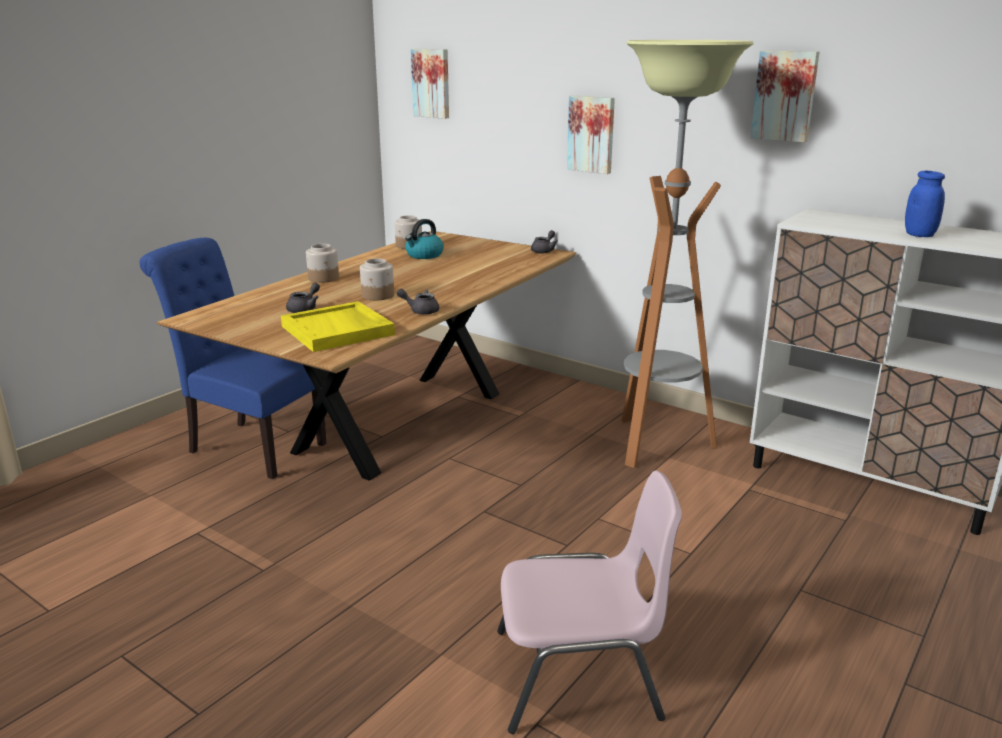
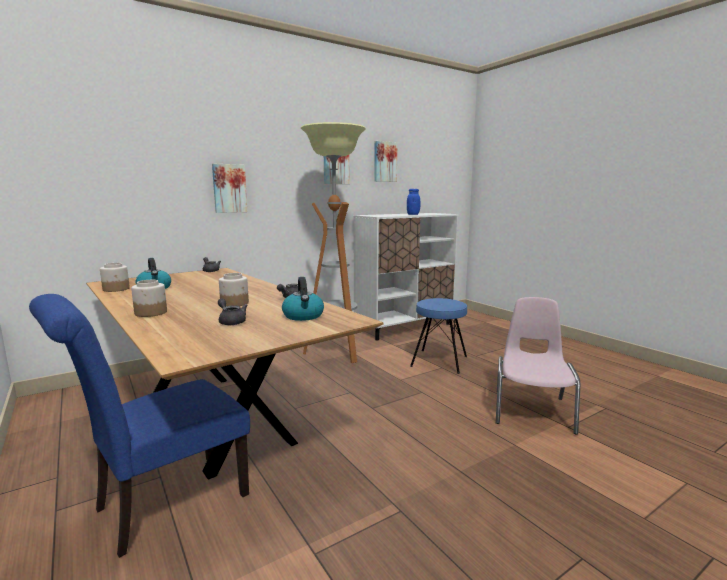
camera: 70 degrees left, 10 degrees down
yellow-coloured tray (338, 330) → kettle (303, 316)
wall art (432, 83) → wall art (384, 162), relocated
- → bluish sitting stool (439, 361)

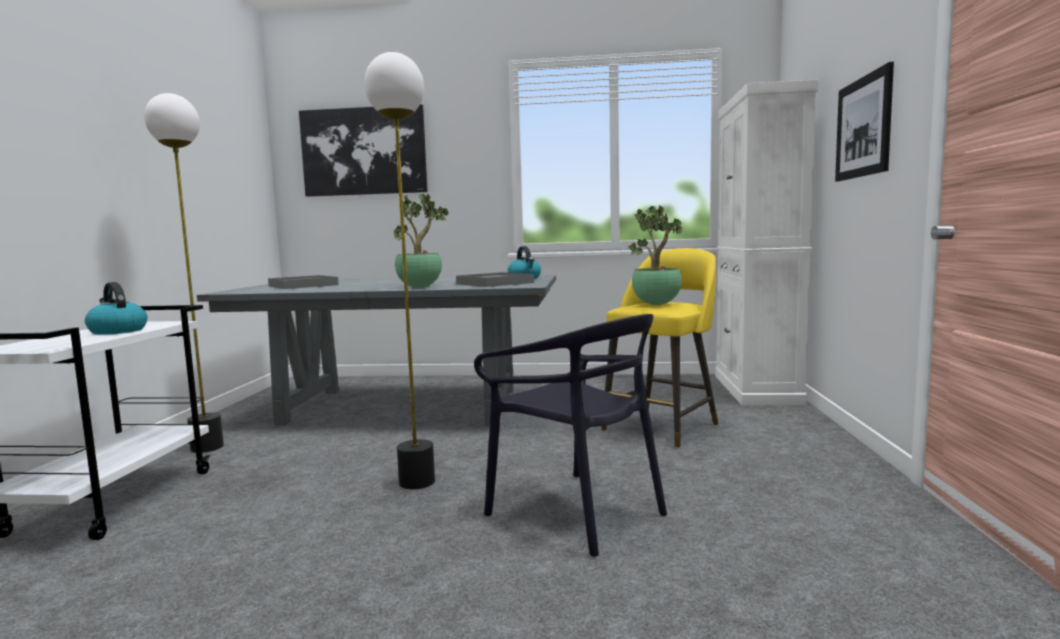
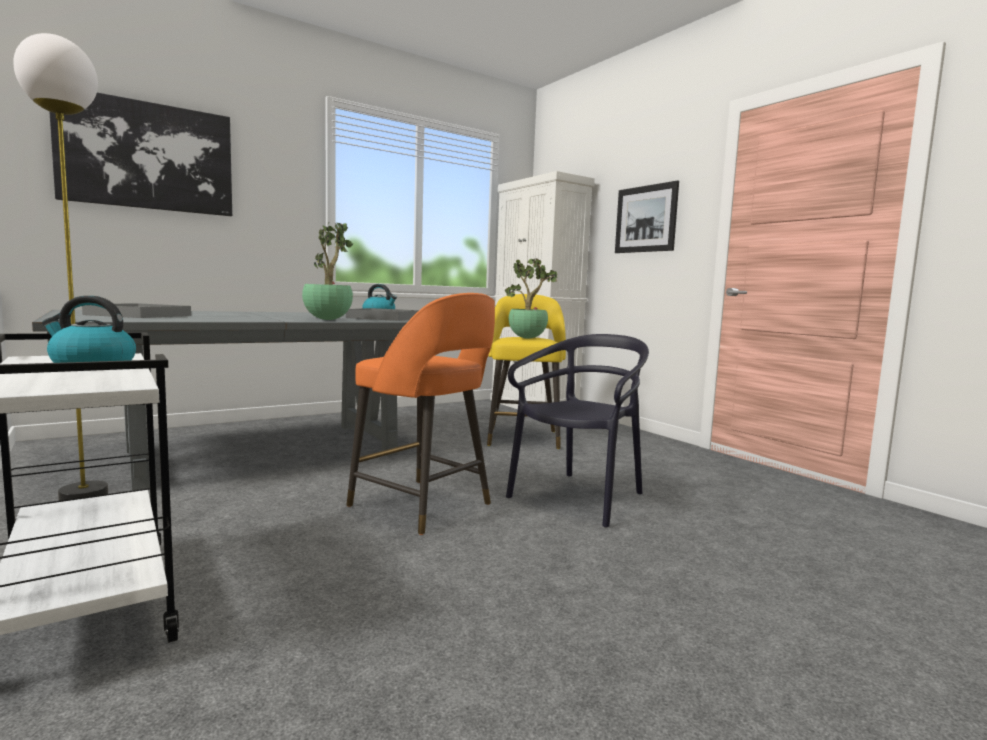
camera: 40 degrees left, 0 degrees up
standard lamp (416, 482) → orangey sitting stool (423, 506)
black chair (576, 512) → black chair (579, 498), 60 degrees counterclockwise

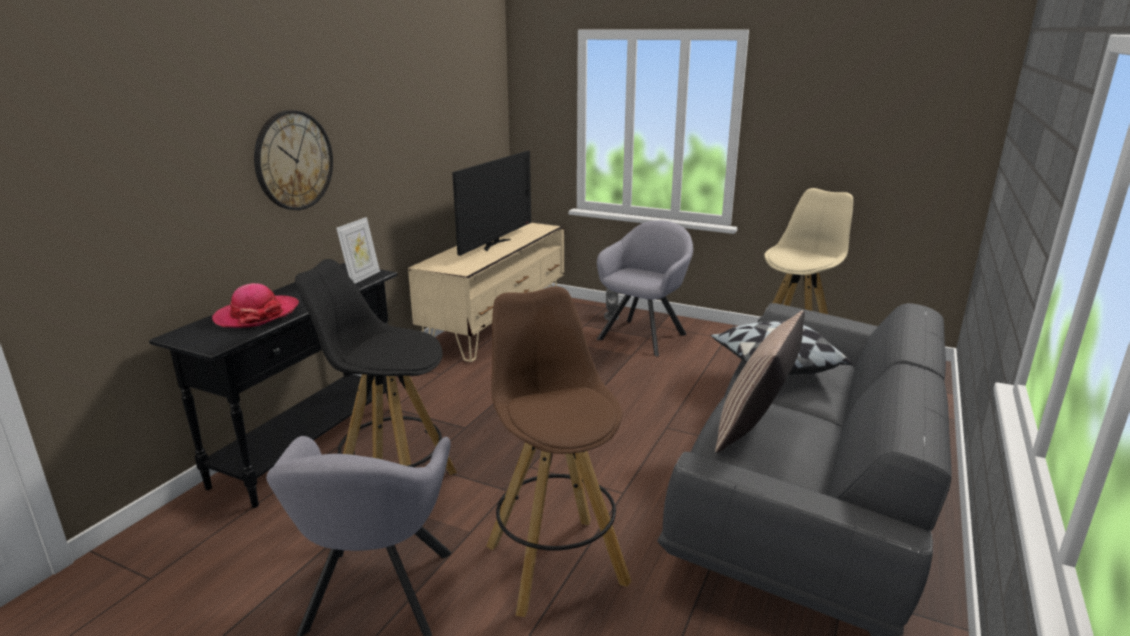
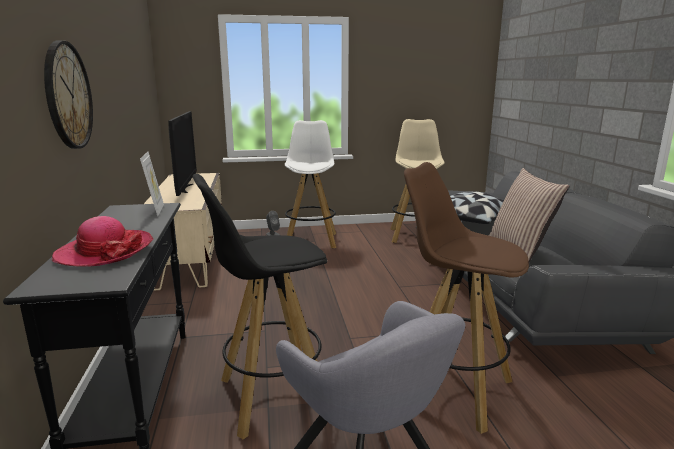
camera: 35 degrees left, 5 degrees down
gray easy chair (645, 335) → whitish sitting stool (311, 240)

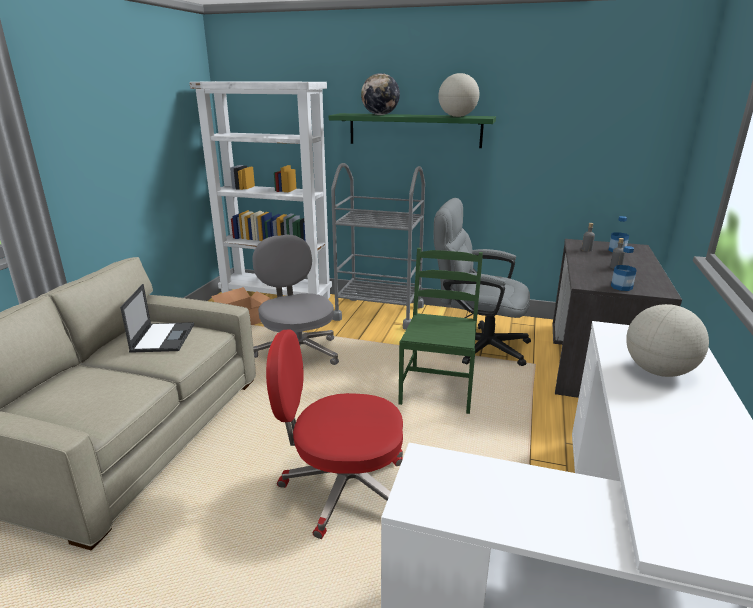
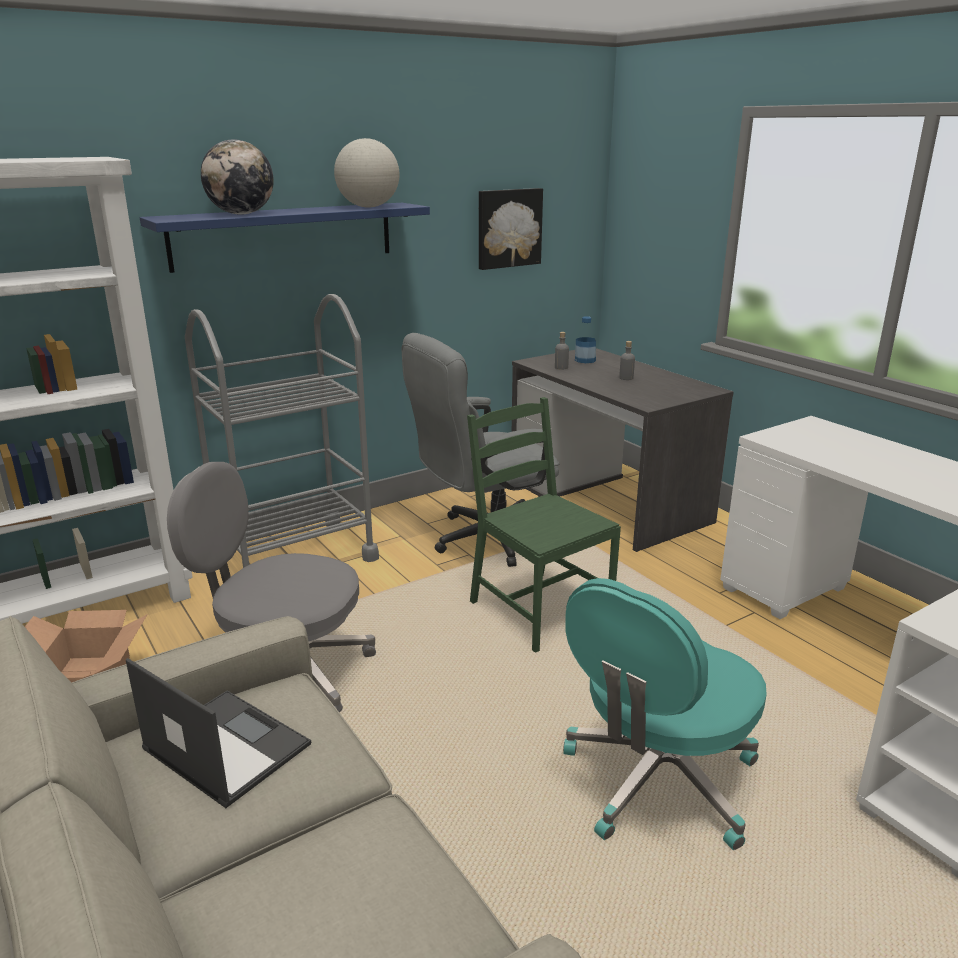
camera: 50 degrees left, 0 degrees up
red-coloured desk chair (342, 488) → turquoise-coloured desk chair (658, 781)
greenish wall shelf (414, 130) → bluish wall shelf (284, 235)
bottle (621, 287) → -
desk globe (658, 371) → -
- → wall art (508, 228)

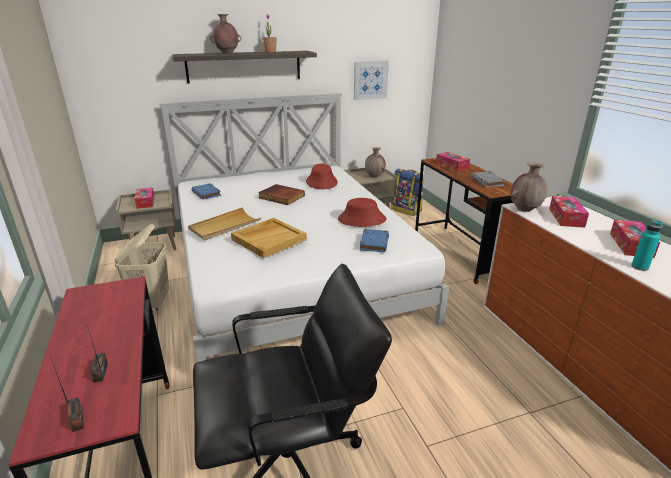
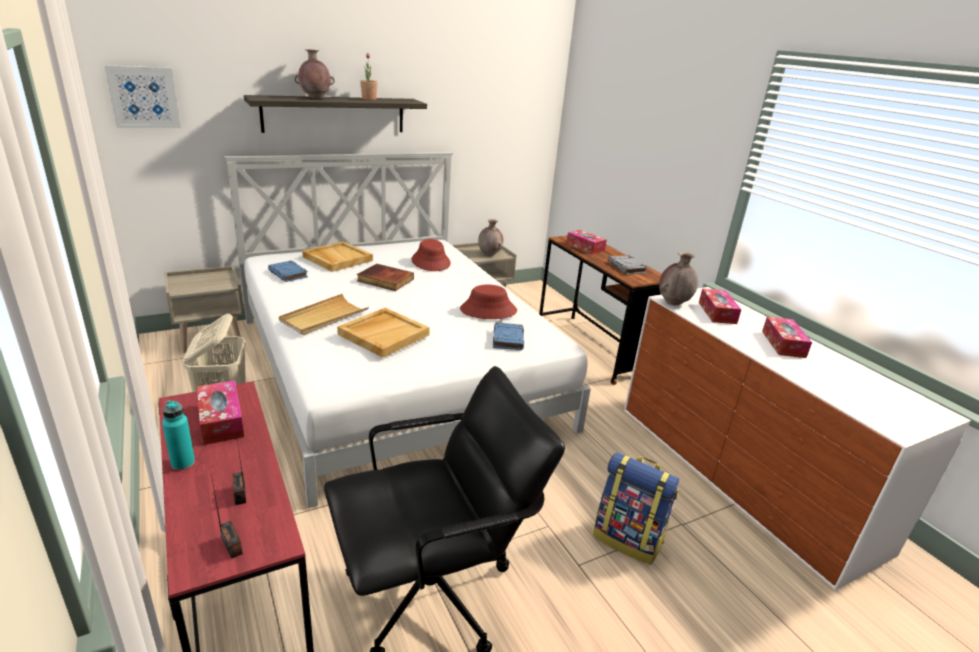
camera: 10 degrees left, 0 degrees up
box of tissues (145, 202) → box of tissues (221, 420), relocated
wall art (370, 80) → wall art (144, 97), relocated
rucksack (406, 210) → rucksack (628, 539), relocated
turquoise-coloured bottle (639, 267) → turquoise-coloured bottle (183, 463), relocated
- → beige-coloured tray (337, 259)

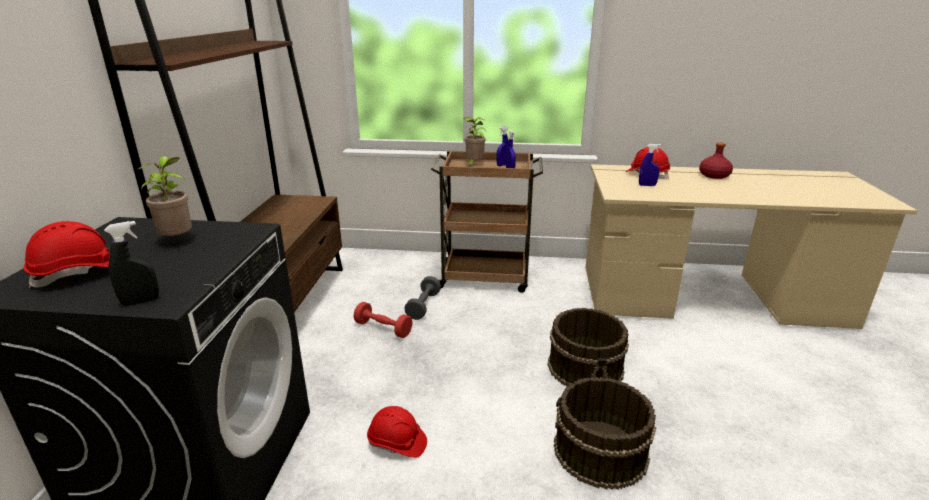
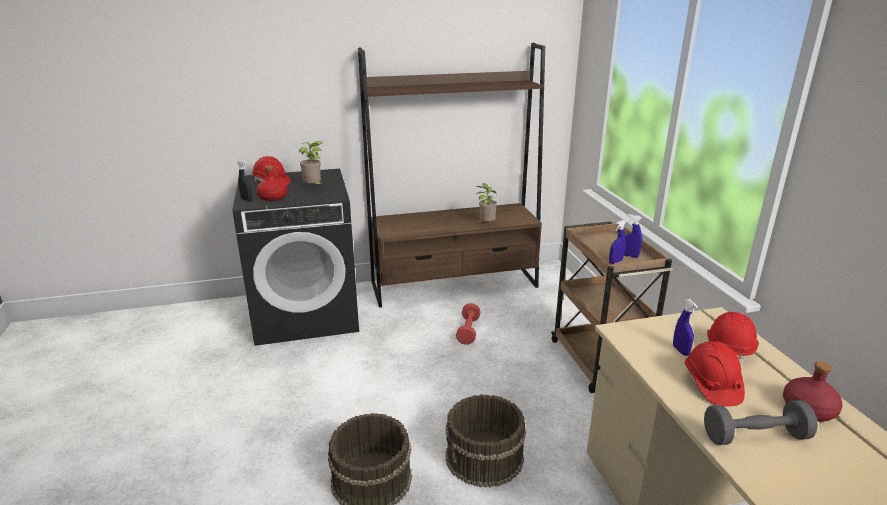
camera: 70 degrees right, 0 degrees up
red-coloured safety helmet (397, 443) → red-coloured safety helmet (711, 385), relocated
gray hand weight (423, 306) → gray hand weight (755, 436), relocated
houseplant (474, 164) → houseplant (486, 224), relocated
- → red-coloured bottle (272, 197)

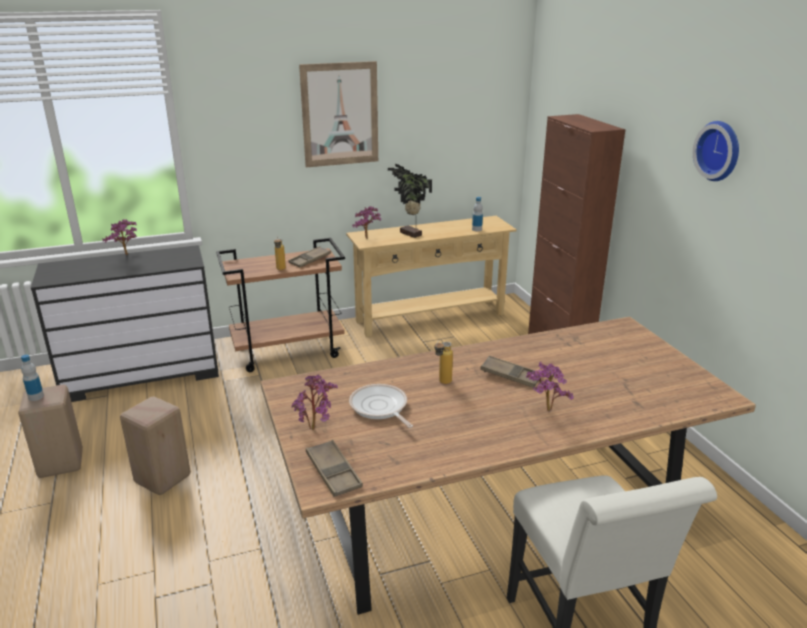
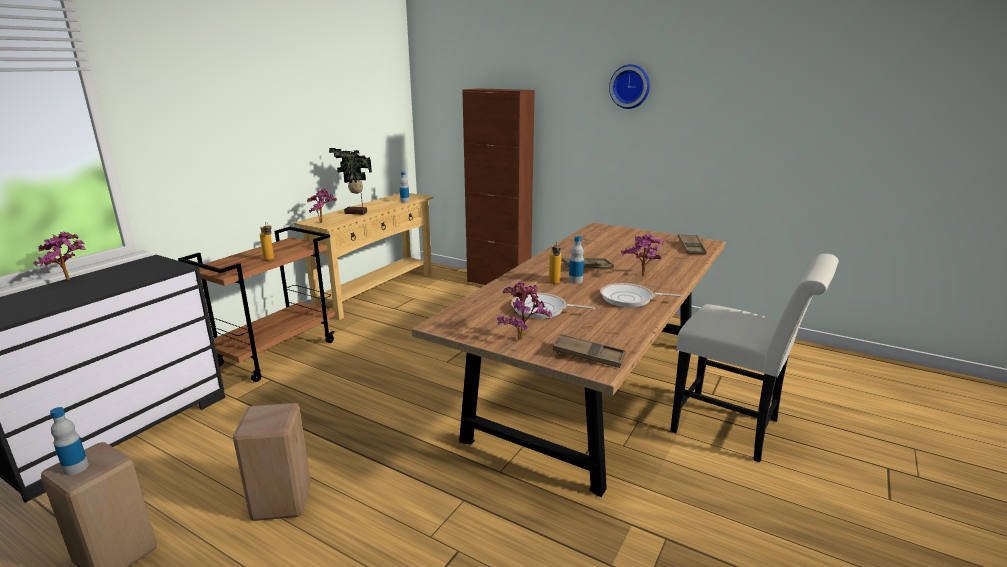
camera: 40 degrees left, 5 degrees down
brown-coloured tray (310, 260) → brown-coloured tray (691, 247), relocated
wall art (340, 114) → -
- → bottle (575, 281)
- → pan (630, 299)

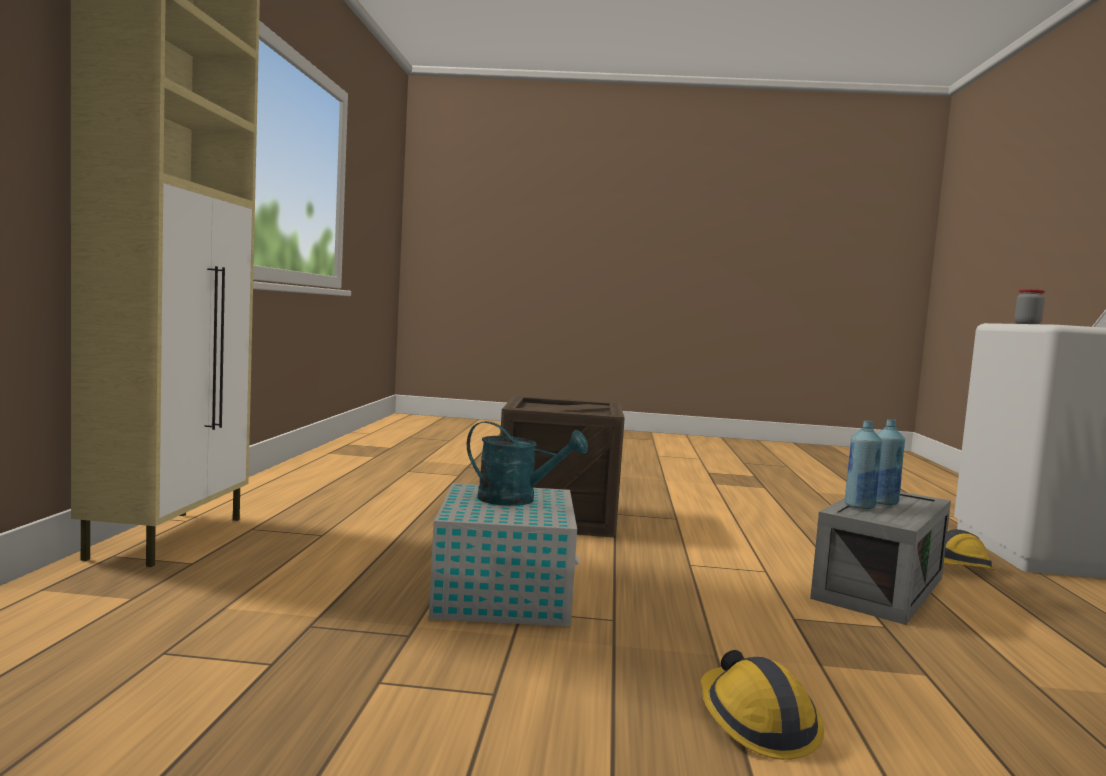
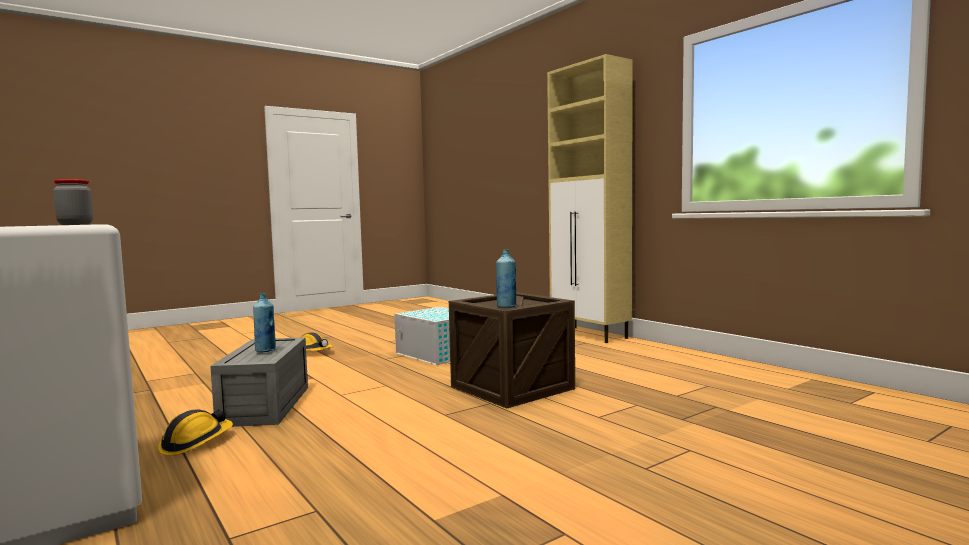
camera: 140 degrees right, 0 degrees up
turquoise-coloured watering can (517, 500) → -
bluish bottle (859, 506) → bluish bottle (506, 307), relocated

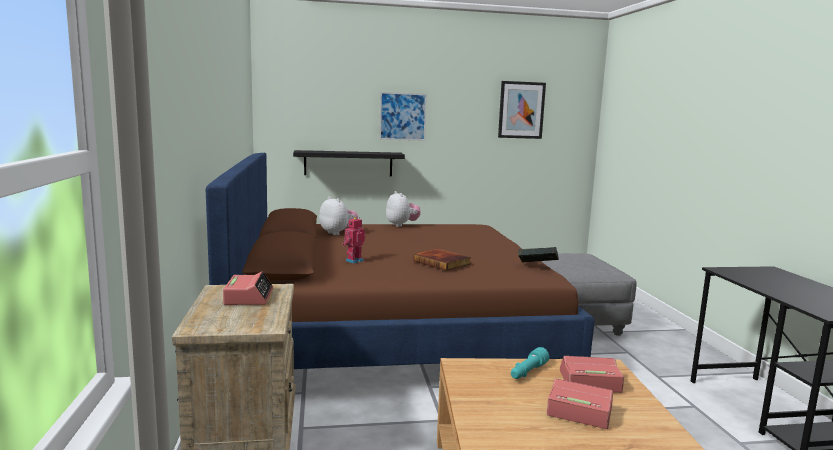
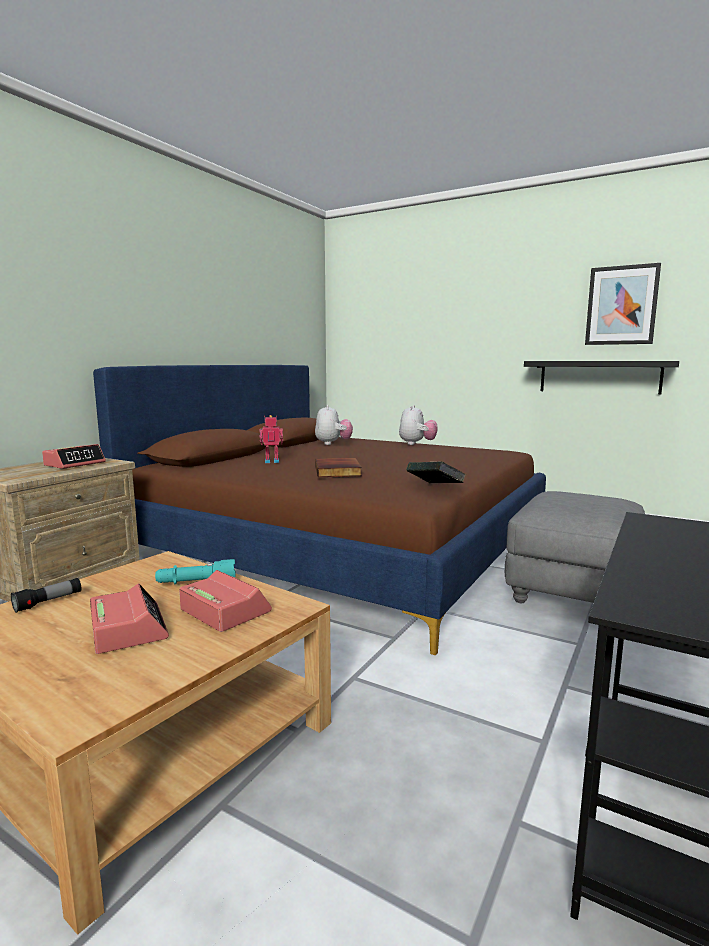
camera: 40 degrees right, 0 degrees up
black wall shelf (348, 163) → black wall shelf (599, 377), relocated
wall art (402, 116) → -
- → torch (48, 602)

